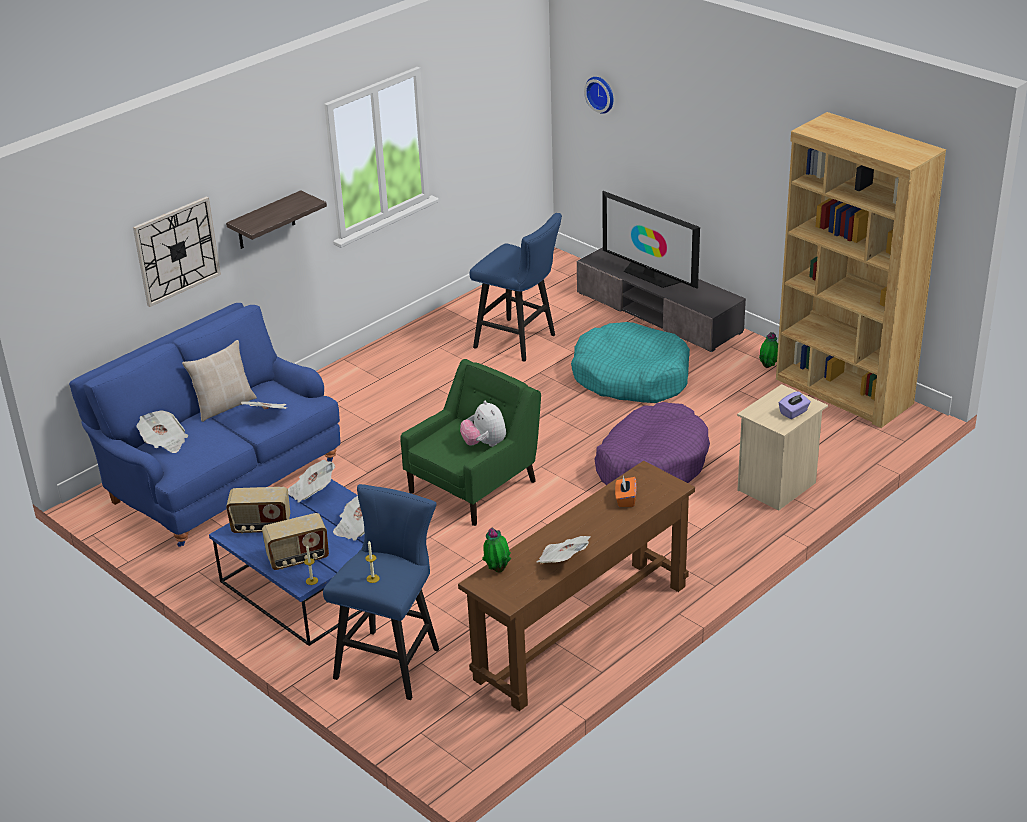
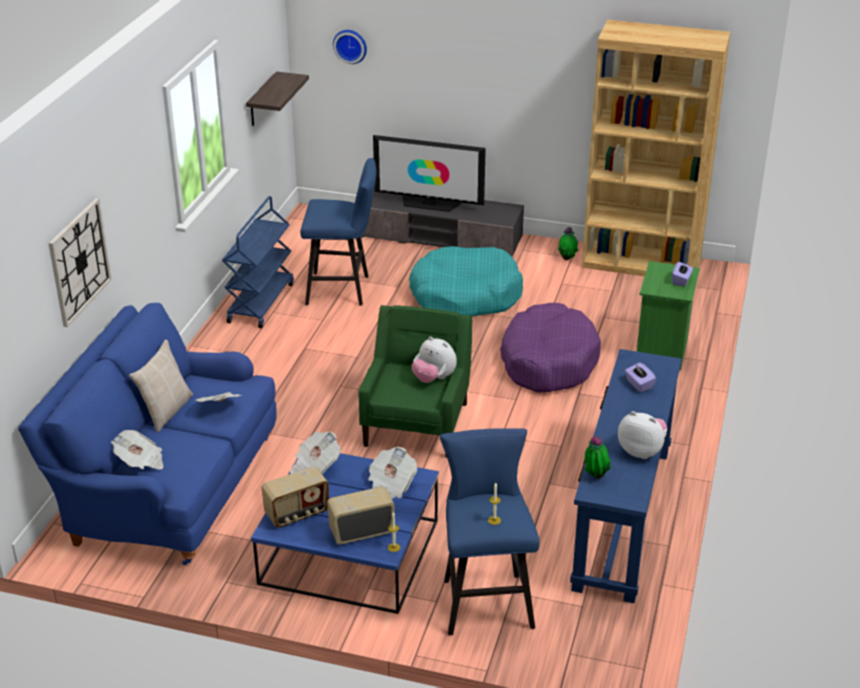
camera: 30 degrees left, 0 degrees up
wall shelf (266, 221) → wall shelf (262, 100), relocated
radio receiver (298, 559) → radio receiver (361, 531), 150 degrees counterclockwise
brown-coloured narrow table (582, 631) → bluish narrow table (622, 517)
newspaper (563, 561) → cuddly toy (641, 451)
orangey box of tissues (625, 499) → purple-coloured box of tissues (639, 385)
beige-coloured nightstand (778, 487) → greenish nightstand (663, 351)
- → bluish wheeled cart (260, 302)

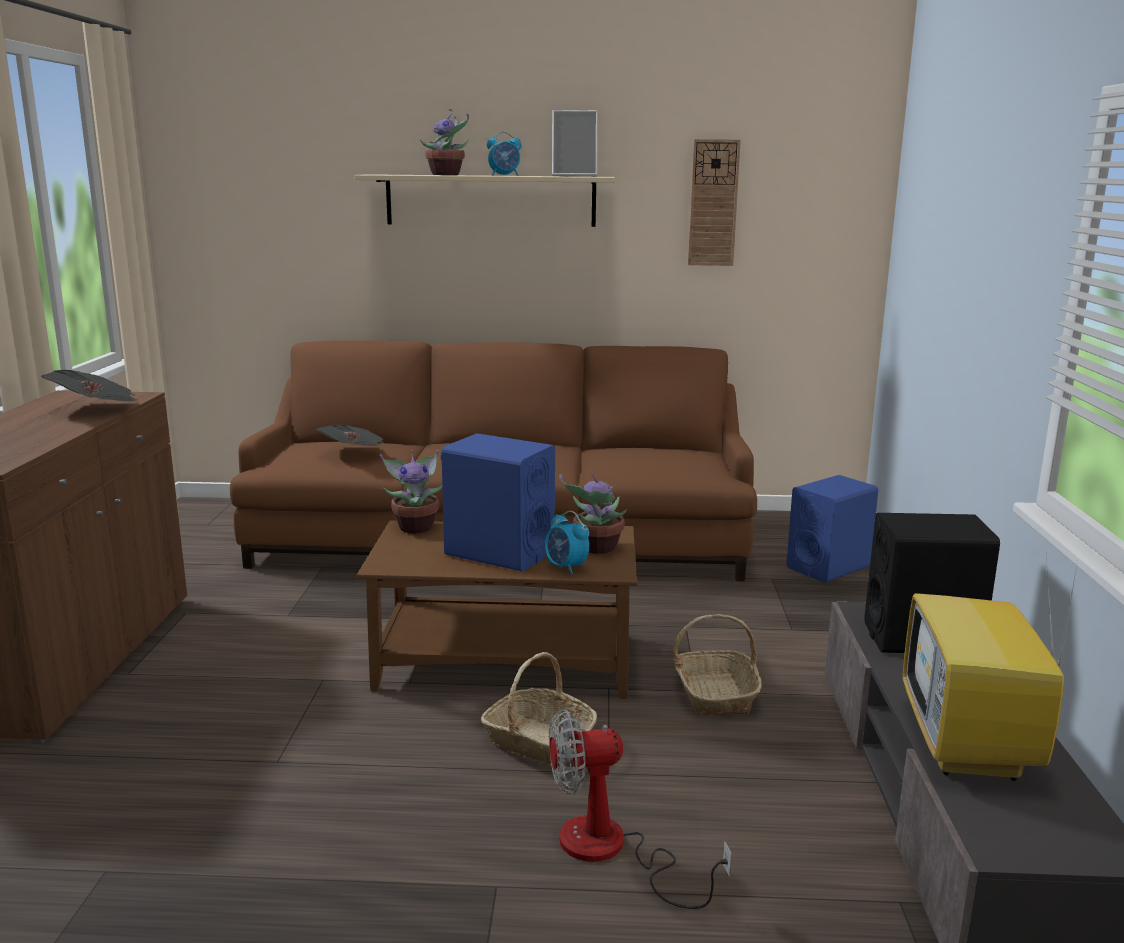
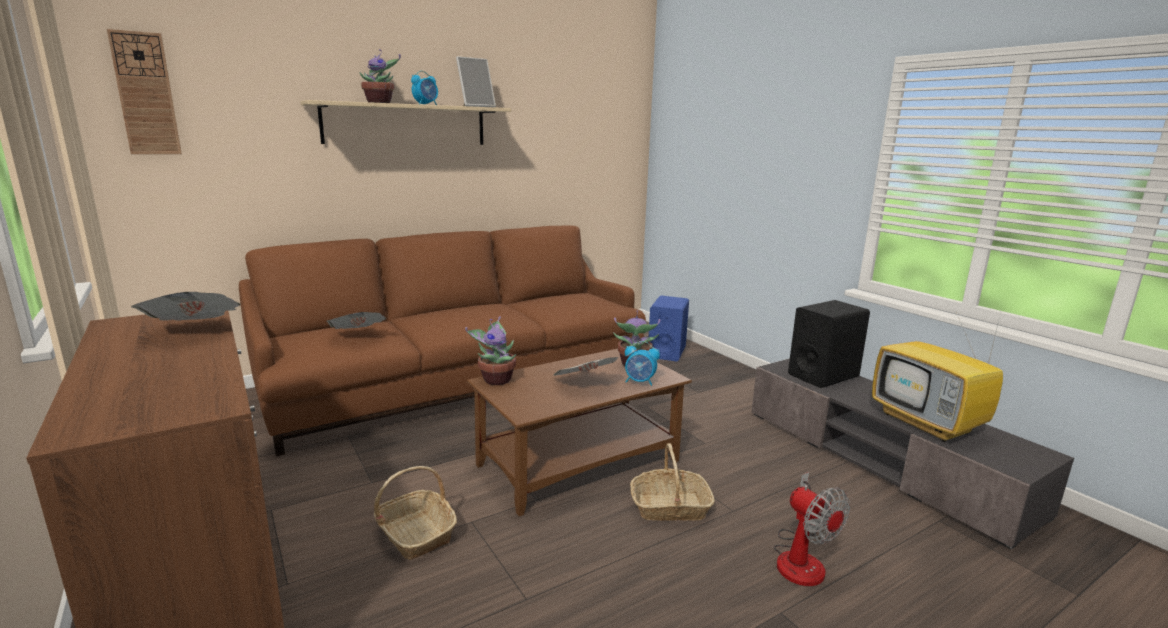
camera: 35 degrees left, 0 degrees up
bluish speaker (499, 553) → newspaper (584, 383)
fan (611, 851) → fan (801, 558), 75 degrees counterclockwise
basket (715, 694) → basket (415, 533), relocated
clock on the wall (713, 203) → clock on the wall (146, 94), relocated

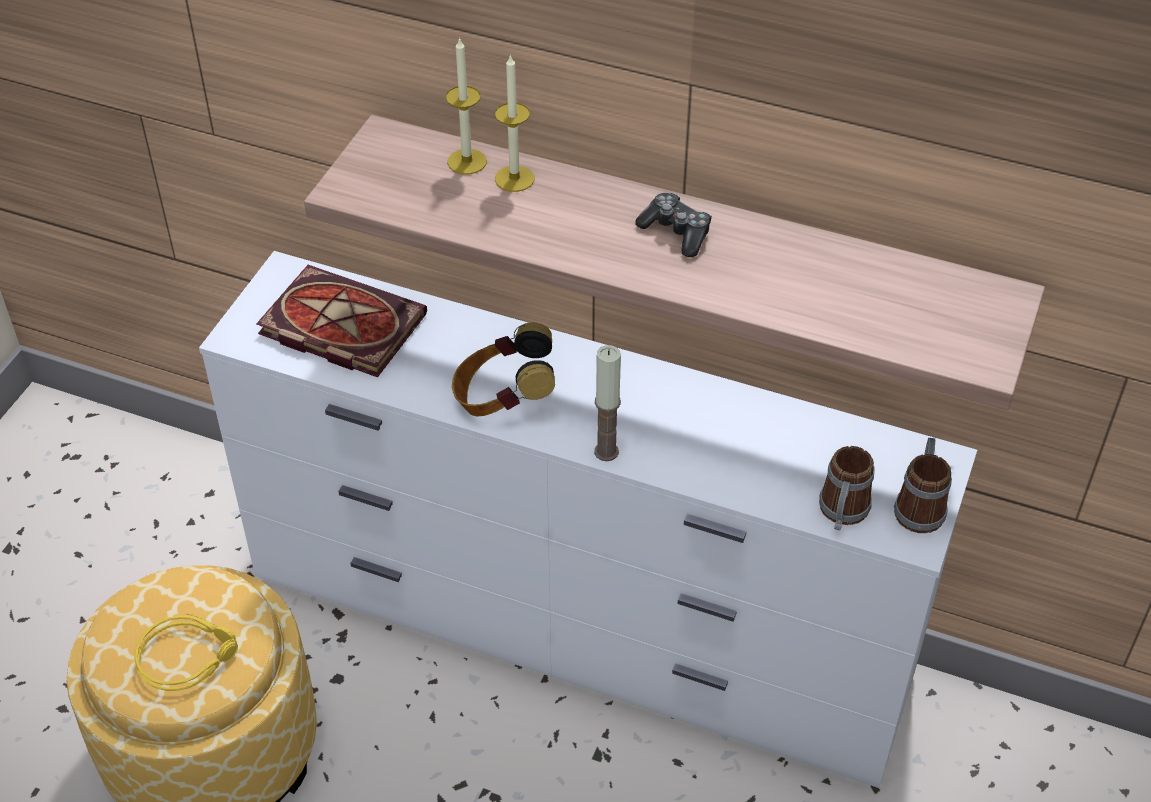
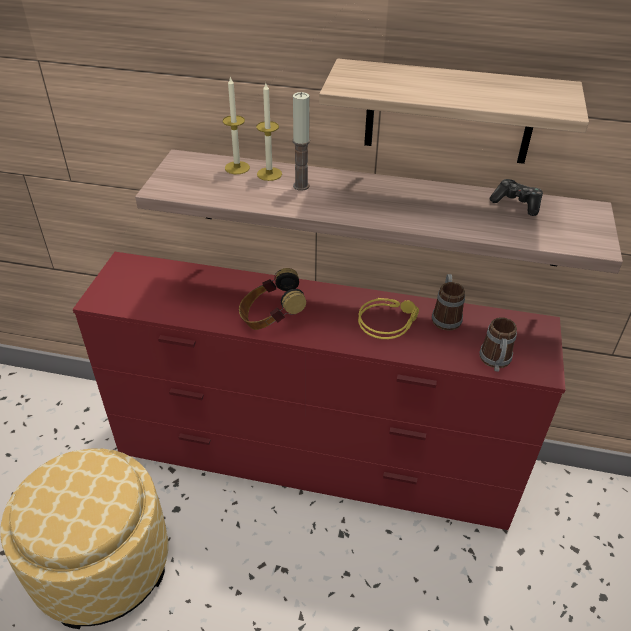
camera: 10 degrees left, 5 degrees down
yellow-coloured headset (188, 655) → yellow-coloured headset (387, 321), relocated
whitish chest of drawers (577, 628) → red-coloured chest of drawers (314, 460)
book (338, 326) → -
wax candle (606, 452) → wax candle (301, 186), relocated
gamepad (676, 232) → gamepad (516, 203), relocated
coffee mug (919, 505) → coffee mug (445, 316), relocated
- → wall shelf (449, 113)

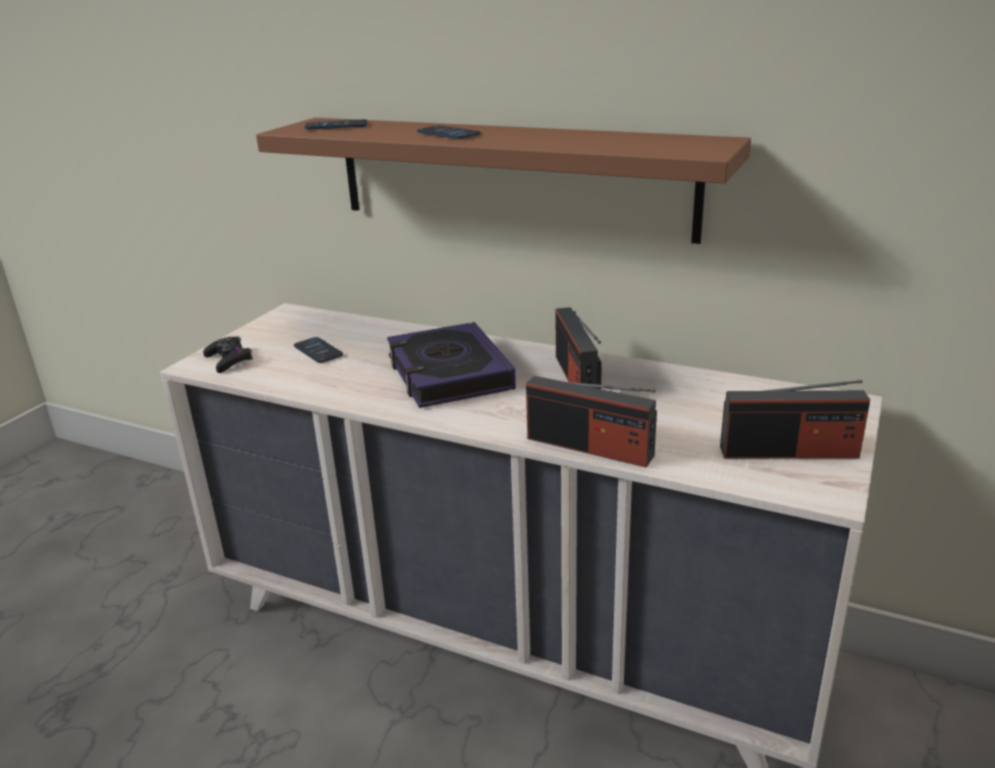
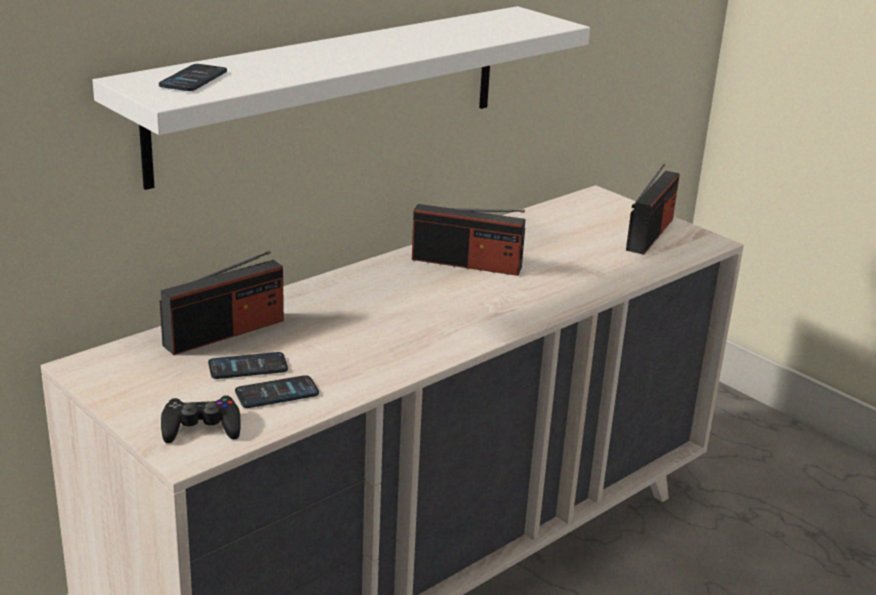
camera: 70 degrees left, 0 degrees up
brown-coloured wall shelf (509, 176) → whitish wall shelf (333, 91)
book (448, 373) → -
telephone (448, 134) → telephone (277, 393), relocated
radio receiver (589, 447) → radio receiver (225, 333), relocated

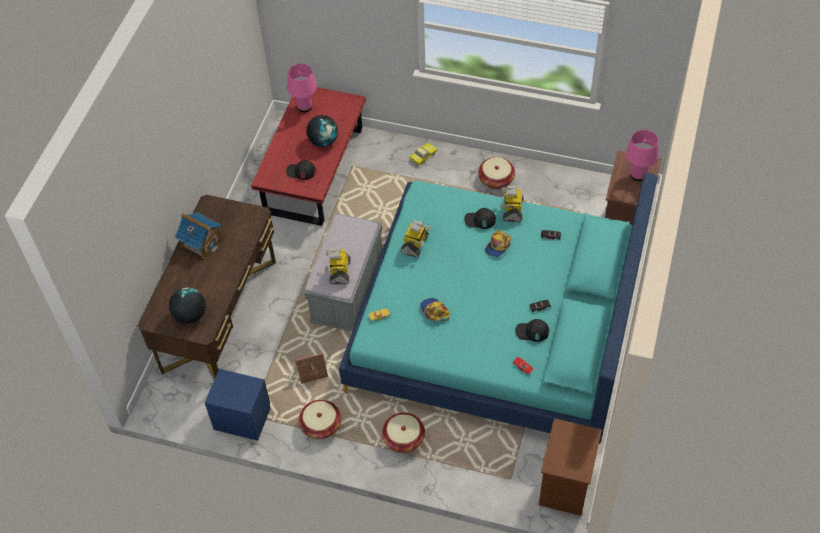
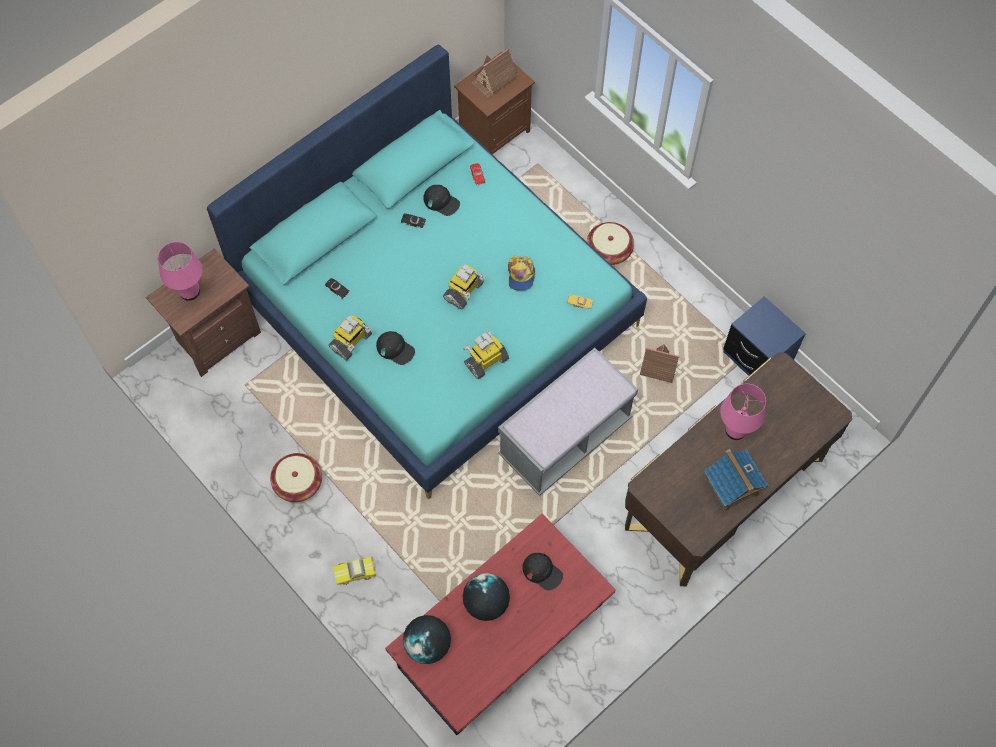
camera: 150 degrees left, 10 degrees up
desk globe (190, 315) → desk globe (428, 645), relocated
pink-coloured tabletop lamp (304, 107) → pink-coloured tabletop lamp (735, 431), relocated
basket (321, 425) → -
toy robot (339, 271) → toy robot (464, 292), relocated
peaked cap (498, 246) → -
- → toy house (494, 80)

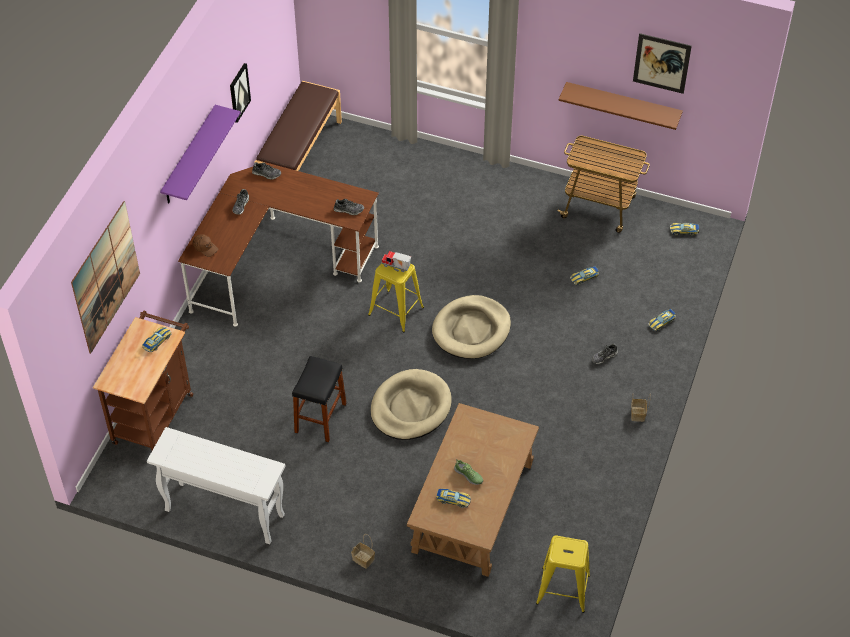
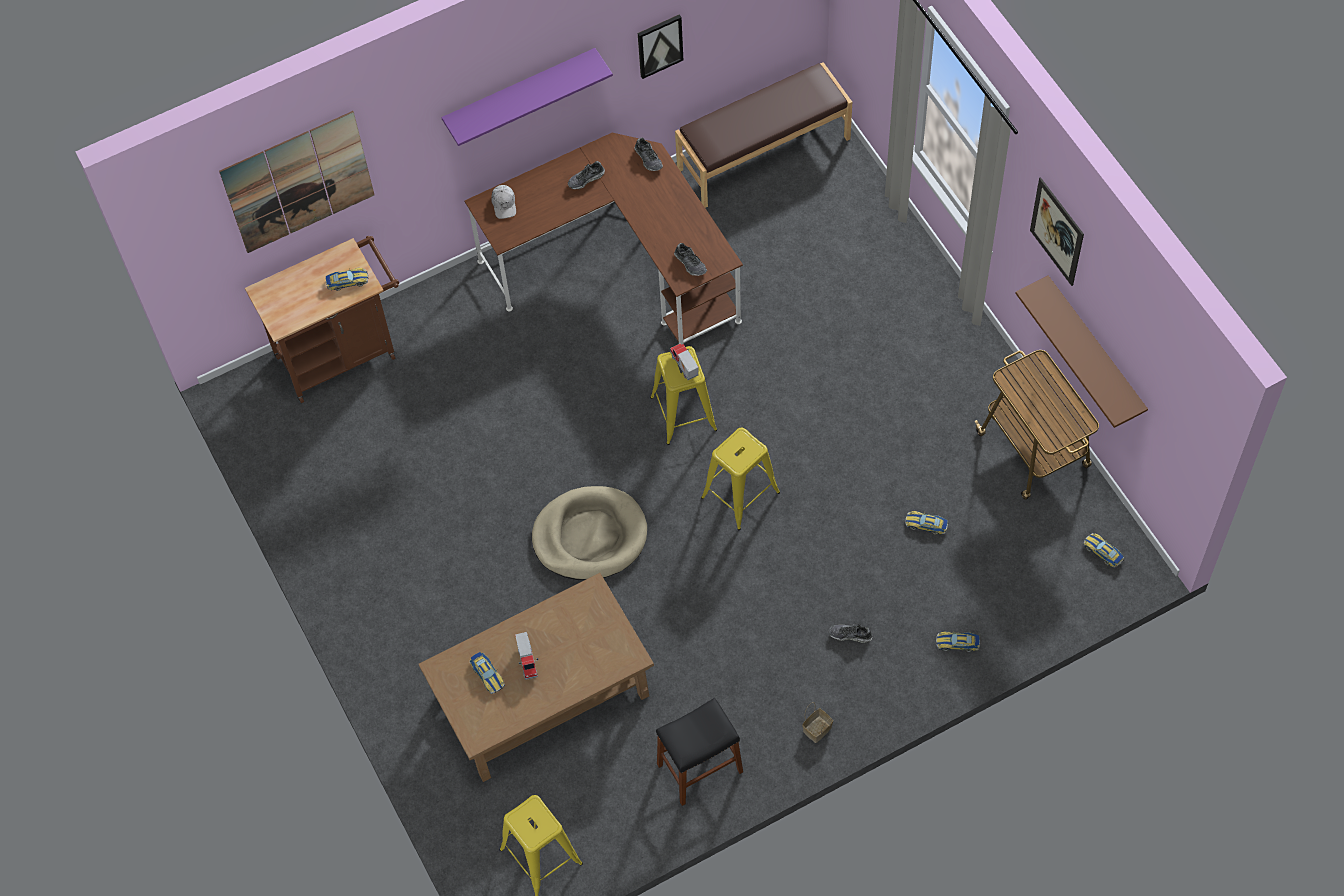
camera: 45 degrees right, 10 degrees up
whitish narrow table (223, 513) → -
brown-coloured peaked cap (205, 247) → whitish peaked cap (504, 204)
black sitting stool (320, 418) → black sitting stool (699, 768), relocated
basket (362, 559) → -
beige-coloured pet bed (471, 330) → yellow-coloured sitting stool (740, 495)
low shoe (468, 475) → toy truck (528, 661)
wall art (661, 63) → wall art (1057, 231), relocated

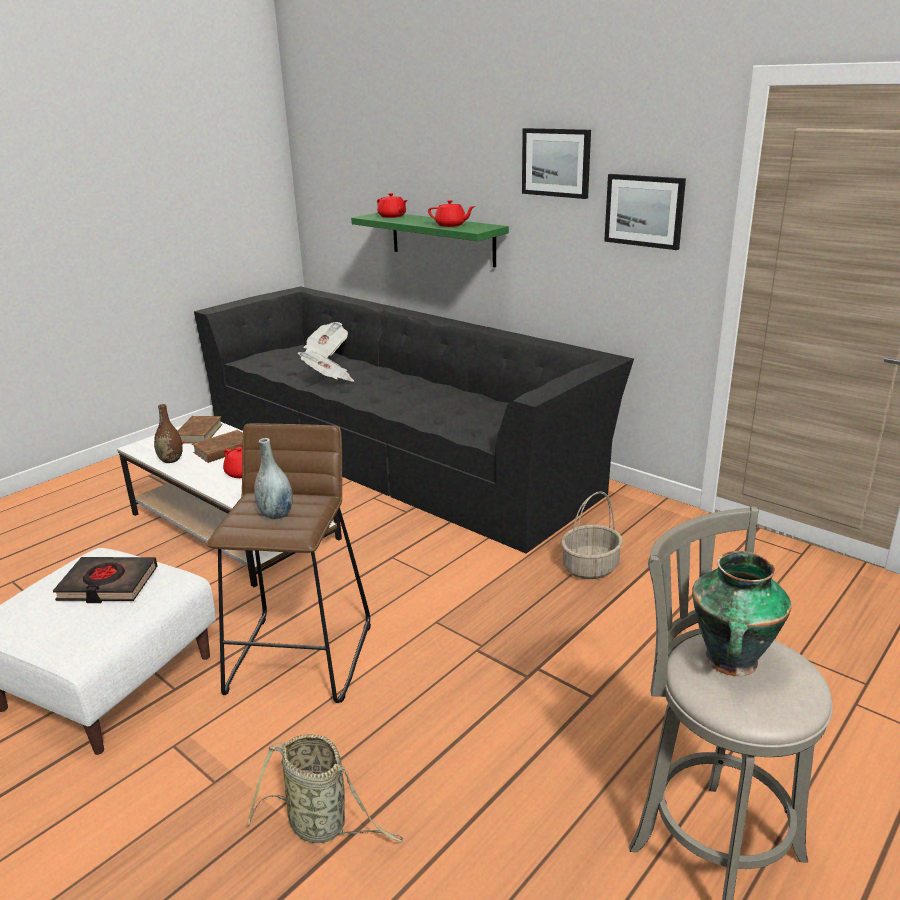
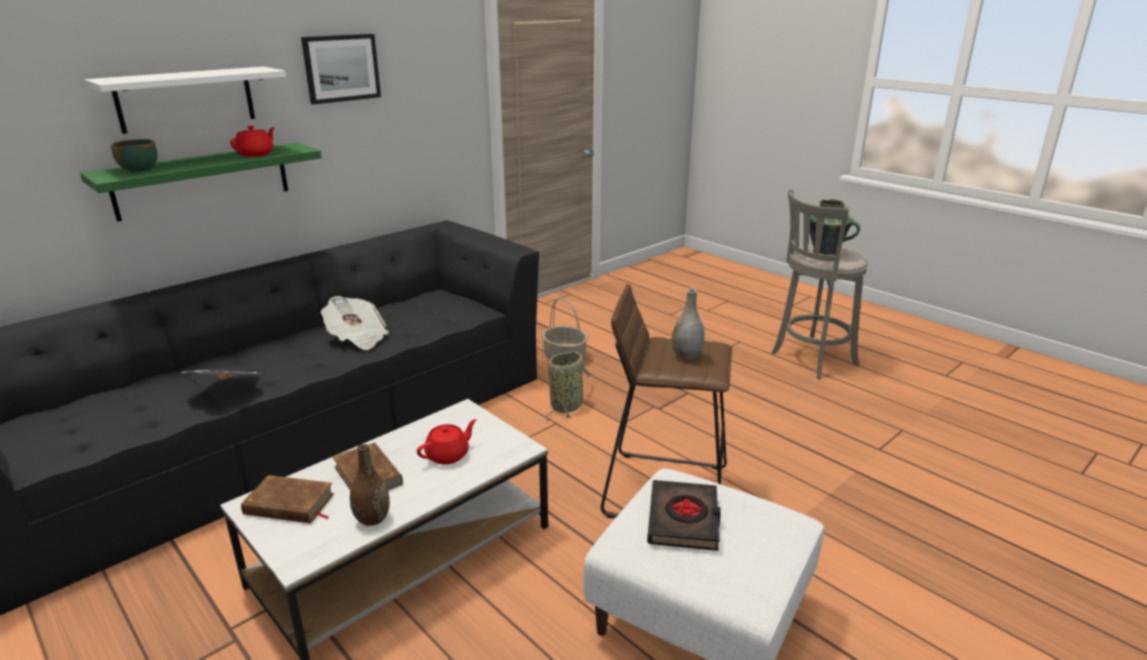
camera: 85 degrees left, 0 degrees up
basket (322, 825) → basket (567, 405), relocated
newspaper (324, 355) → newspaper (357, 338), relocated
red-coloured teapot (392, 216) → greenish bowl (140, 169)
wall art (644, 211) → -
- → whitish wall shelf (186, 99)

